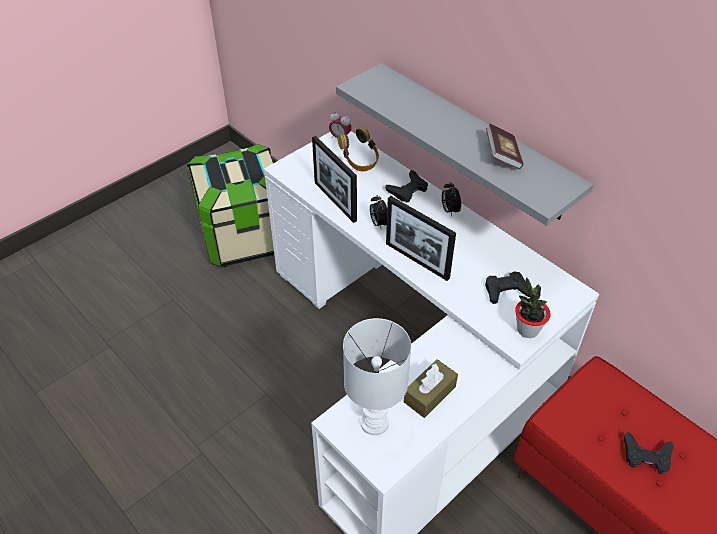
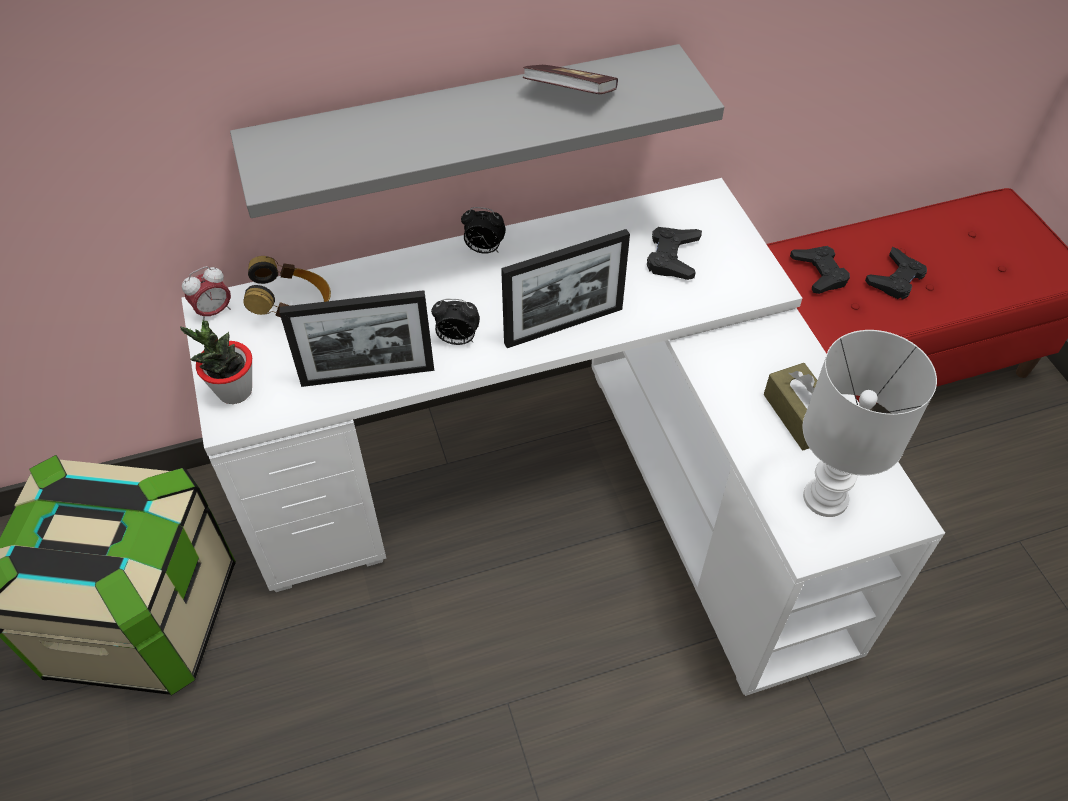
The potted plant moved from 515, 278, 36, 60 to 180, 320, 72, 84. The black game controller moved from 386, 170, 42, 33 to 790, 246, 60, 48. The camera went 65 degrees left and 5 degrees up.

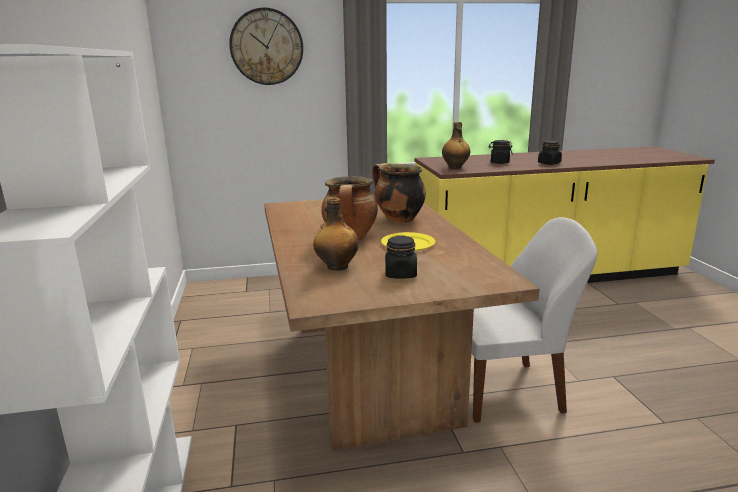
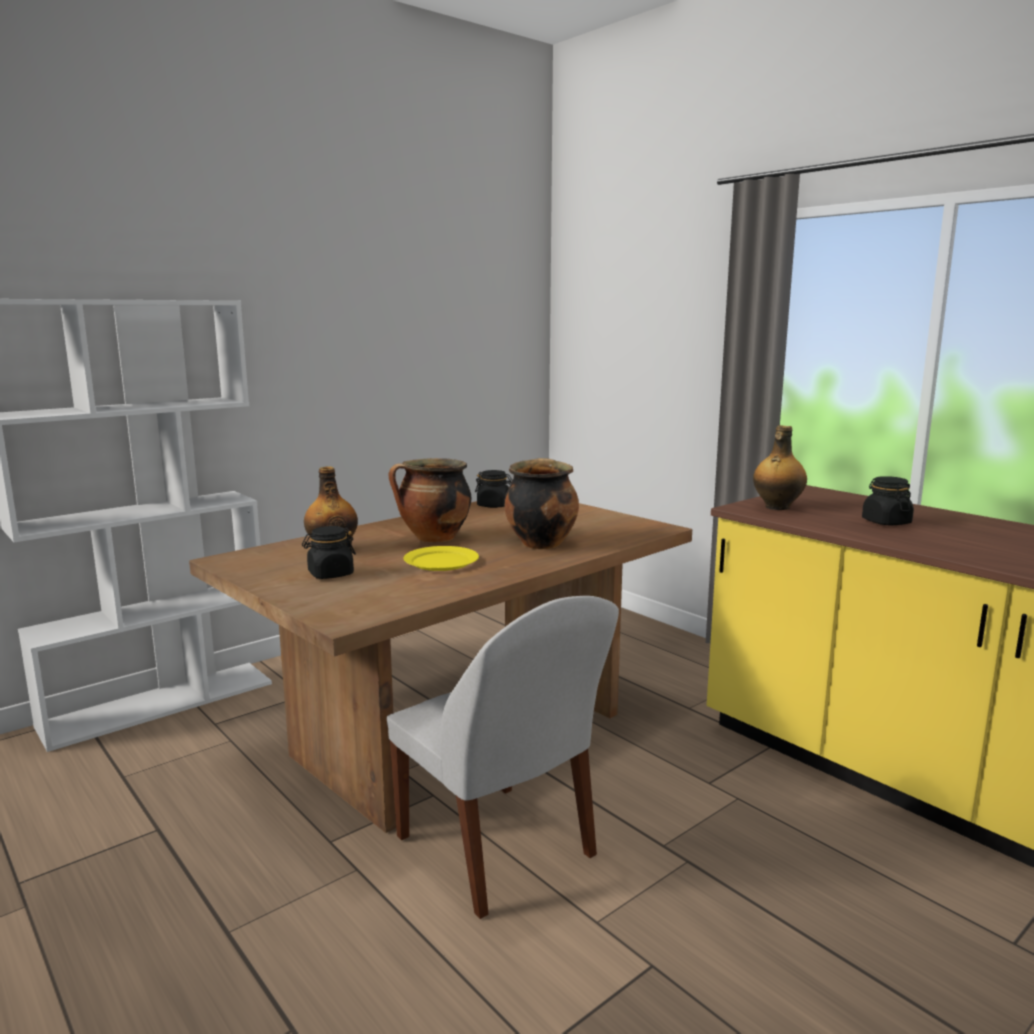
The black jar moved from 538, 141, 24, 24 to 475, 470, 37, 38. The wall clock at 229, 7, 74, 78 disappeared. The camera went 60 degrees right and 5 degrees down.

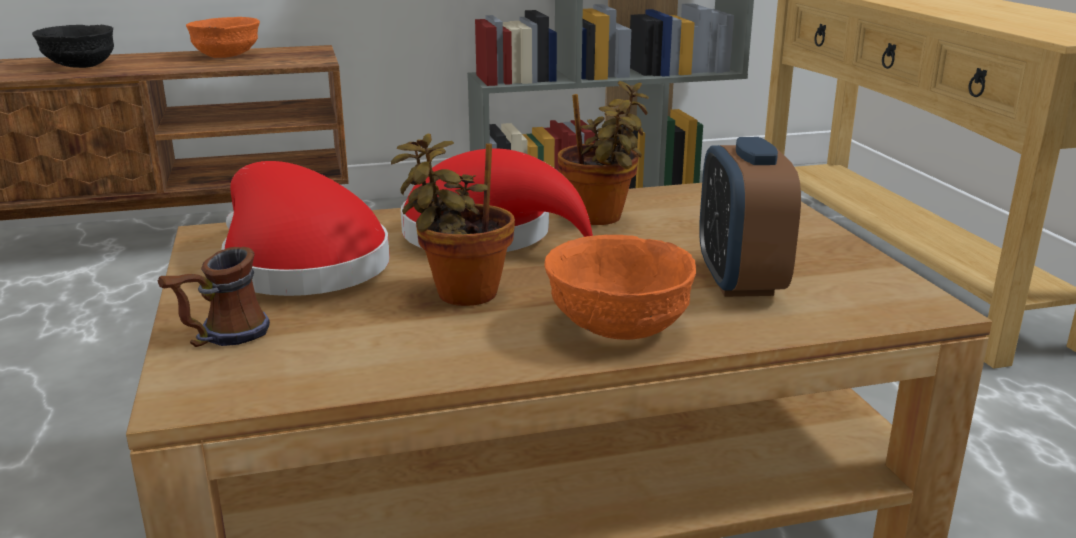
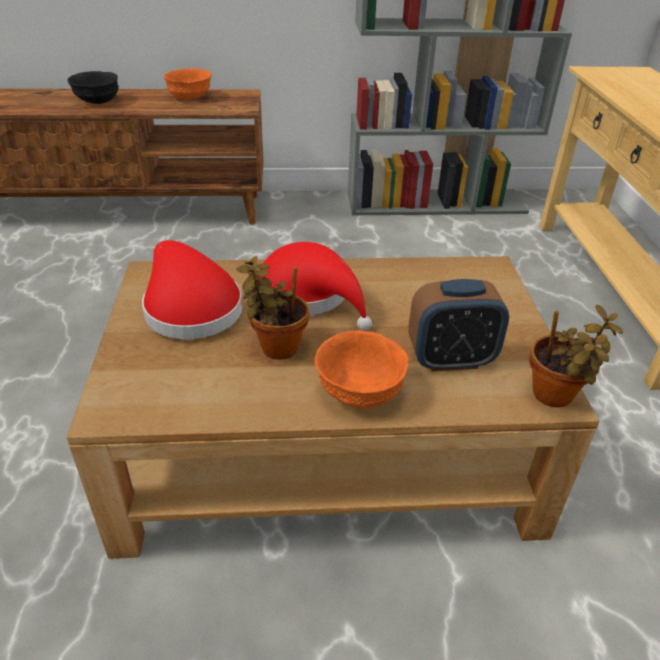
The alarm clock at 699, 137, 102, 160 turned 105 degrees counterclockwise. The potted plant moved from 558, 81, 91, 144 to 529, 305, 94, 102. The mug at 158, 247, 112, 100 disappeared. The camera went 10 degrees right and 15 degrees up.

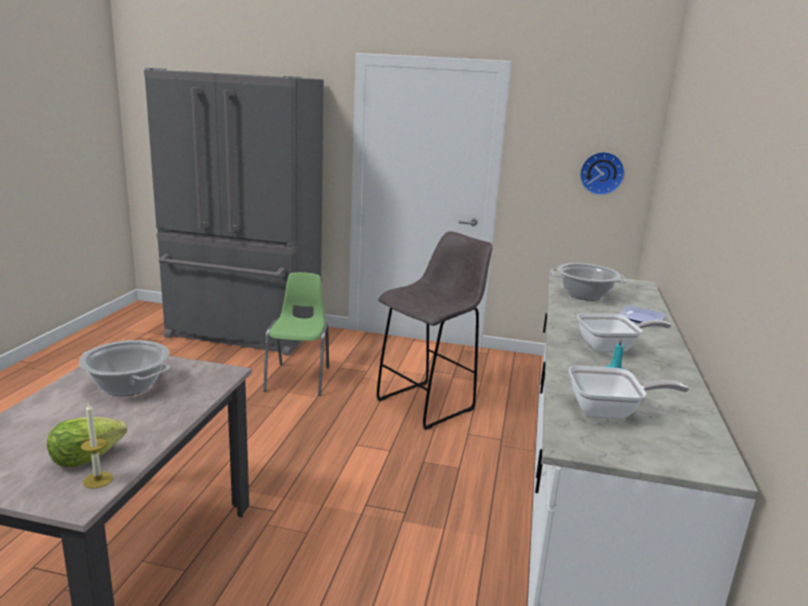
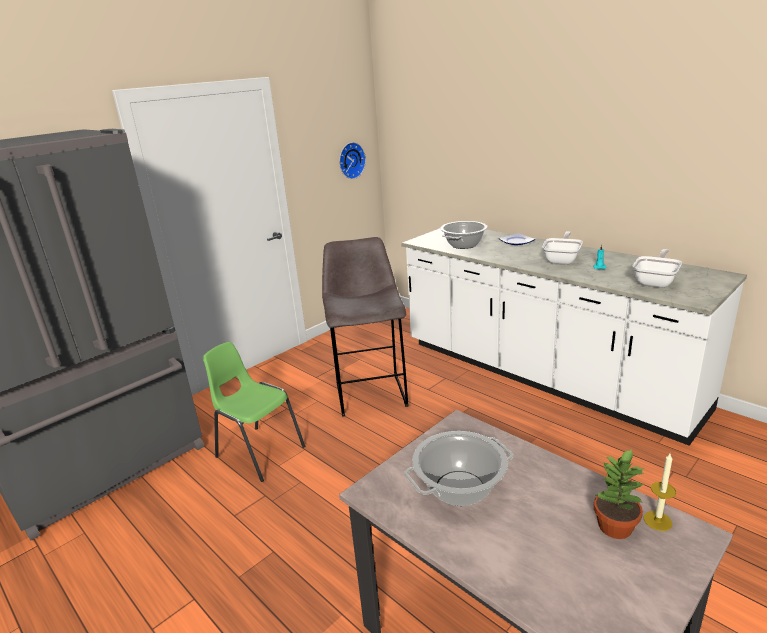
The lettuce at 47, 417, 80, 50 was replaced by the potted plant at 594, 449, 50, 90. The camera went 55 degrees left and 5 degrees up.

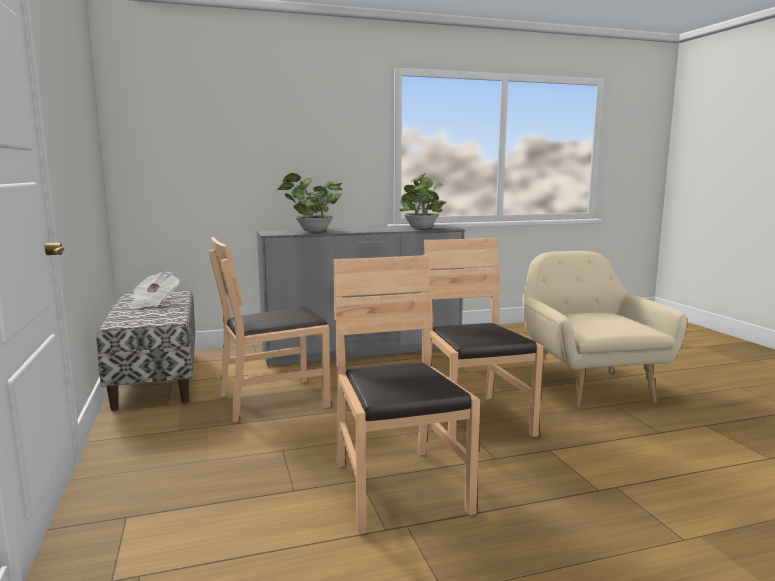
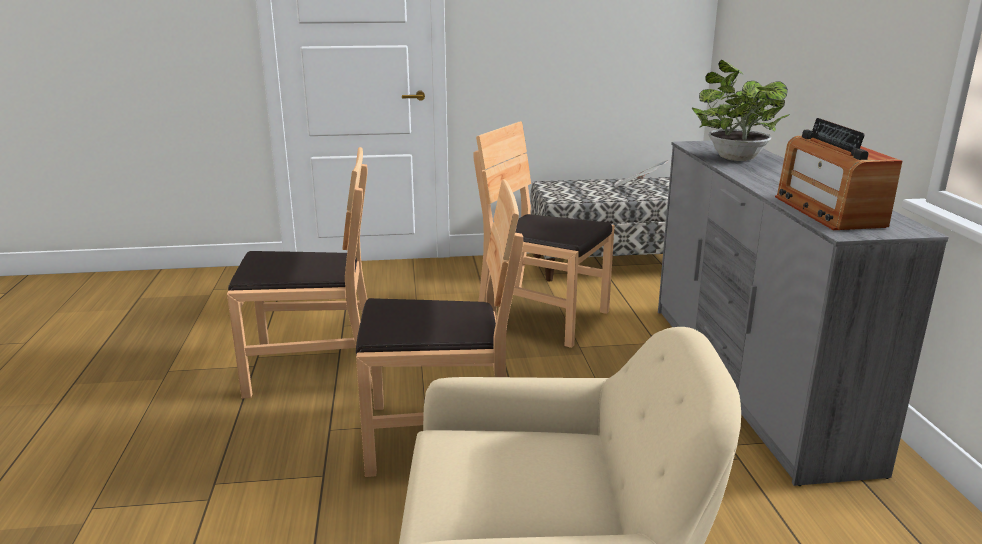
The brown chair at 209, 237, 122, 185 turned 45 degrees counterclockwise. The potted plant at 400, 173, 46, 56 was replaced by the radio at 775, 118, 127, 112. The camera went 100 degrees right and 10 degrees up.

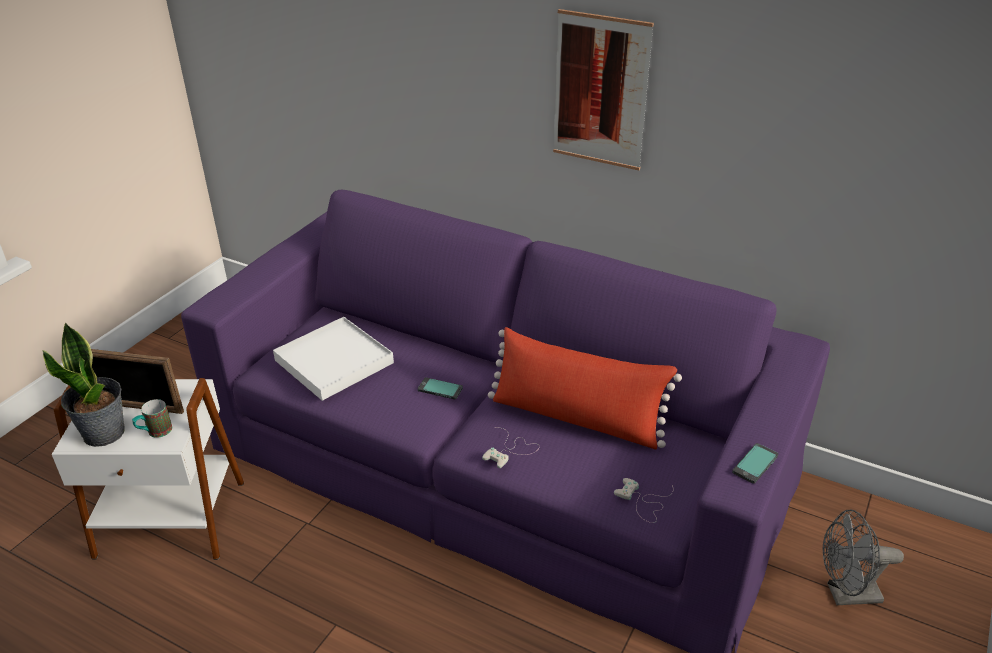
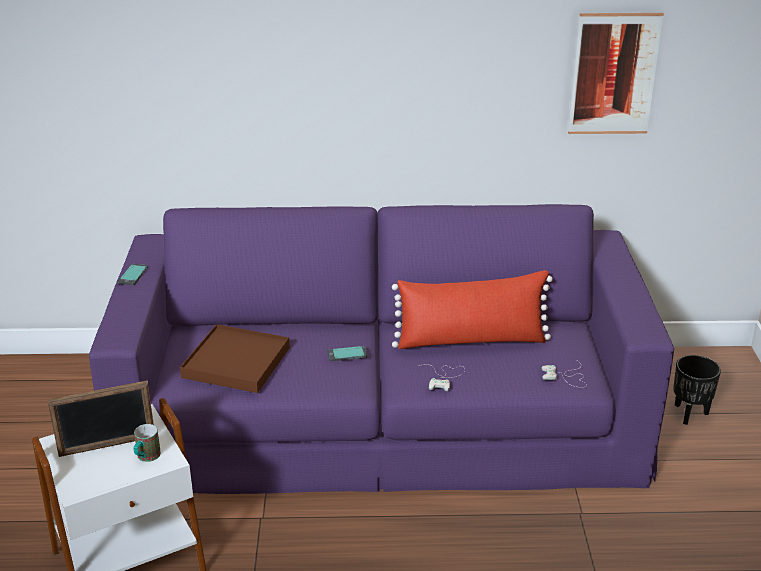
The phone moved from 732, 443, 46, 41 to 118, 264, 30, 21. The white tray at 273, 317, 121, 84 became the brown tray at 180, 324, 110, 69. The picture moved from 553, 9, 101, 162 to 568, 13, 96, 121. The grey fan at 822, 509, 82, 96 was replaced by the black planter at 673, 355, 48, 70. The potted plant at 42, 322, 83, 125 disappeared. The camera went 30 degrees left and 5 degrees down.

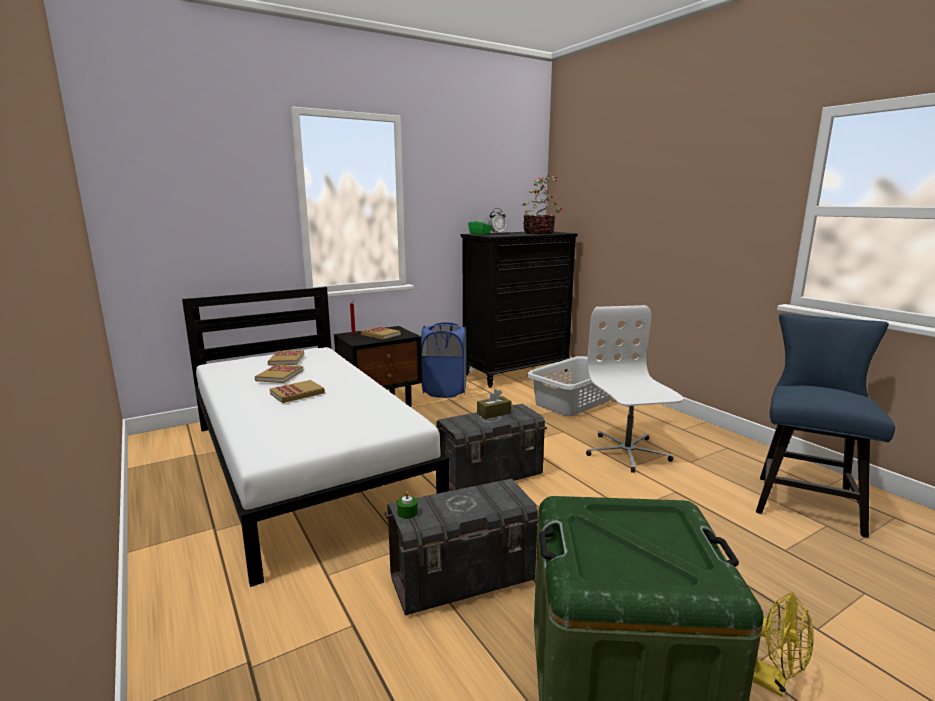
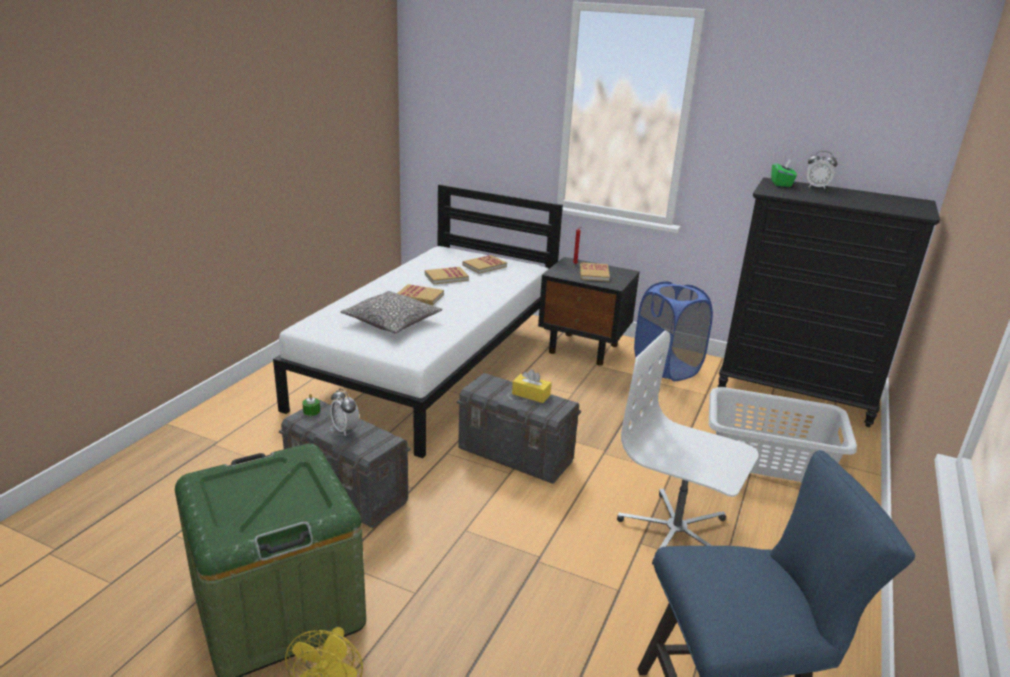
The alarm clock at 330, 388, 30, 48 appeared. The pillow at 340, 291, 102, 42 appeared. The brown tissue box at 477, 389, 34, 30 became the yellow tissue box at 512, 369, 39, 34. The white office chair at 586, 305, 97, 168 turned 105 degrees counterclockwise. The potted plant at 523, 175, 39, 59 disappeared. The camera went 55 degrees right and 10 degrees up.

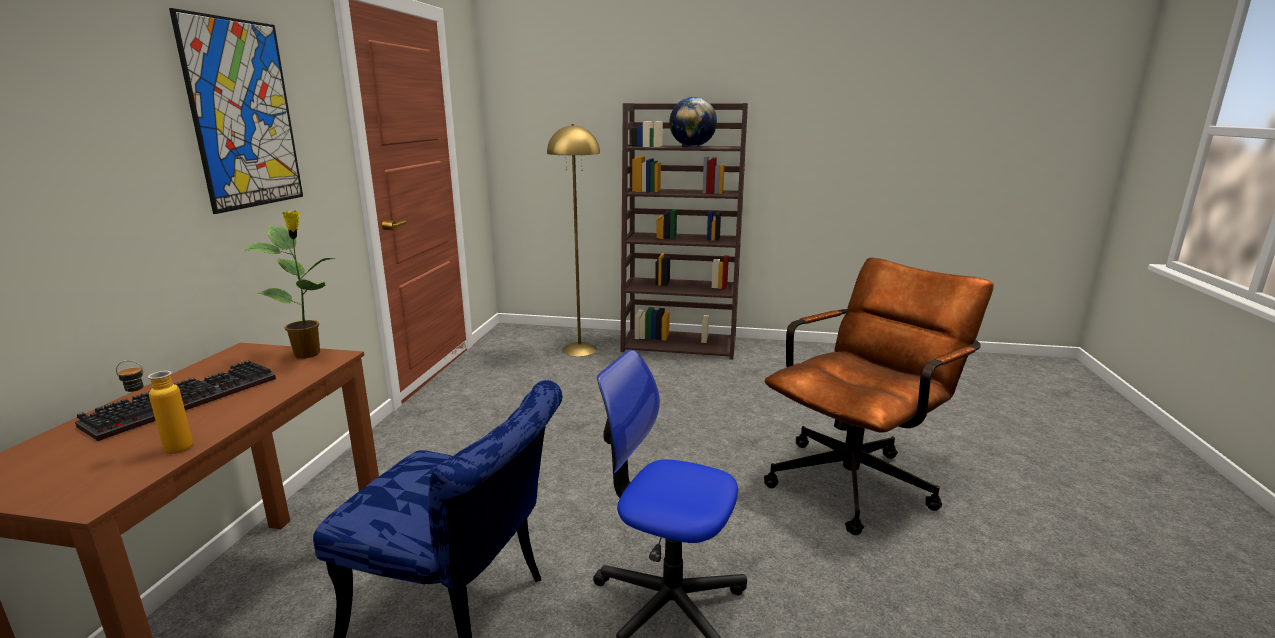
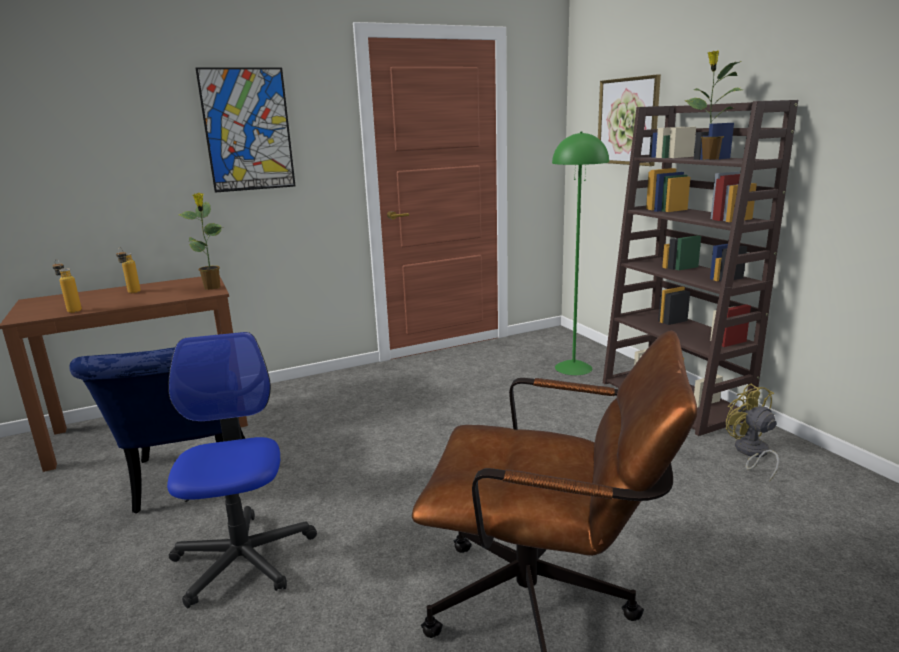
The keyboard at 75, 360, 201, 81 was replaced by the bottle at 116, 248, 25, 45. The yellow floor lamp at 547, 124, 53, 232 became the green floor lamp at 552, 131, 57, 244. The picture at 598, 74, 63, 92 appeared. The globe at 669, 97, 48, 50 was replaced by the potted plant at 684, 50, 59, 110. The yellow fan at 726, 384, 54, 97 appeared. The camera went 55 degrees right and 0 degrees up.

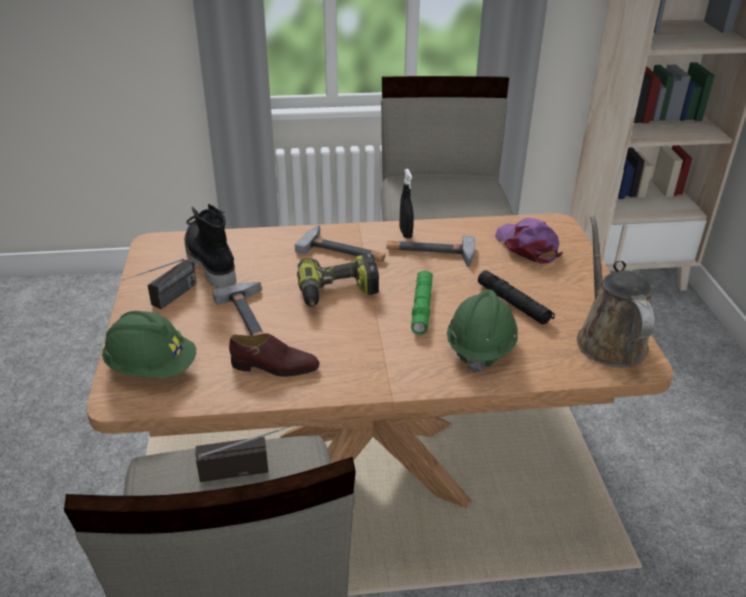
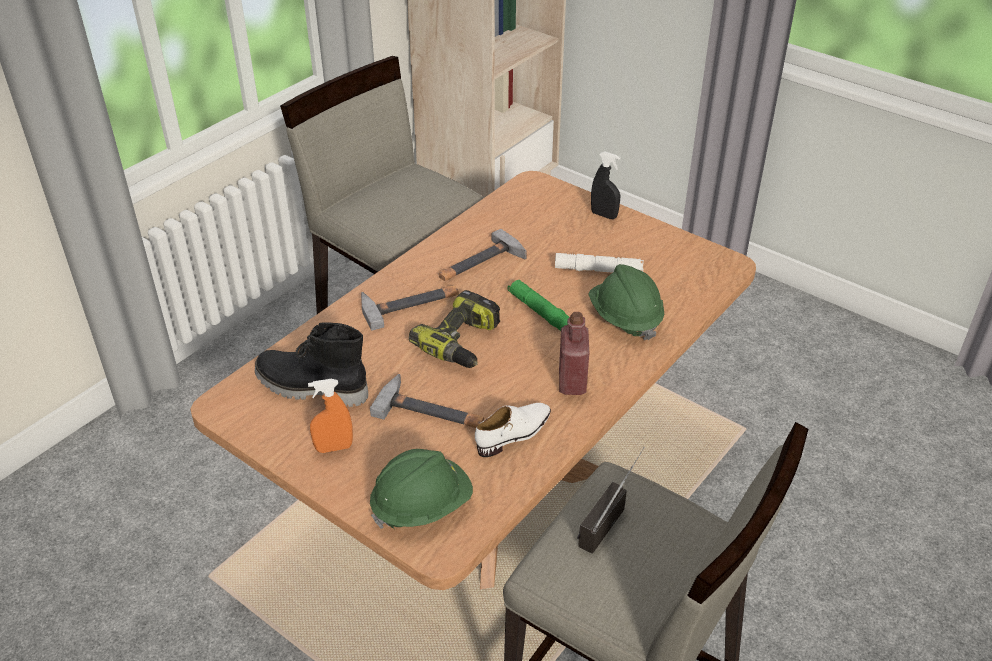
The radio at 122, 259, 75, 50 was replaced by the orange spray bottle at 308, 379, 45, 74. The brown shoe at 229, 333, 91, 44 became the white shoe at 475, 403, 76, 54. The black flashlight at 478, 270, 77, 55 became the white flashlight at 555, 253, 89, 20. The red bottle at 559, 312, 30, 83 appeared. The black spray bottle moved from 400, 169, 13, 70 to 591, 151, 29, 68. The purple cap at 495, 218, 68, 46 disappeared. The brown watering can at 577, 216, 78, 152 disappeared. The camera went 45 degrees left and 5 degrees up.

